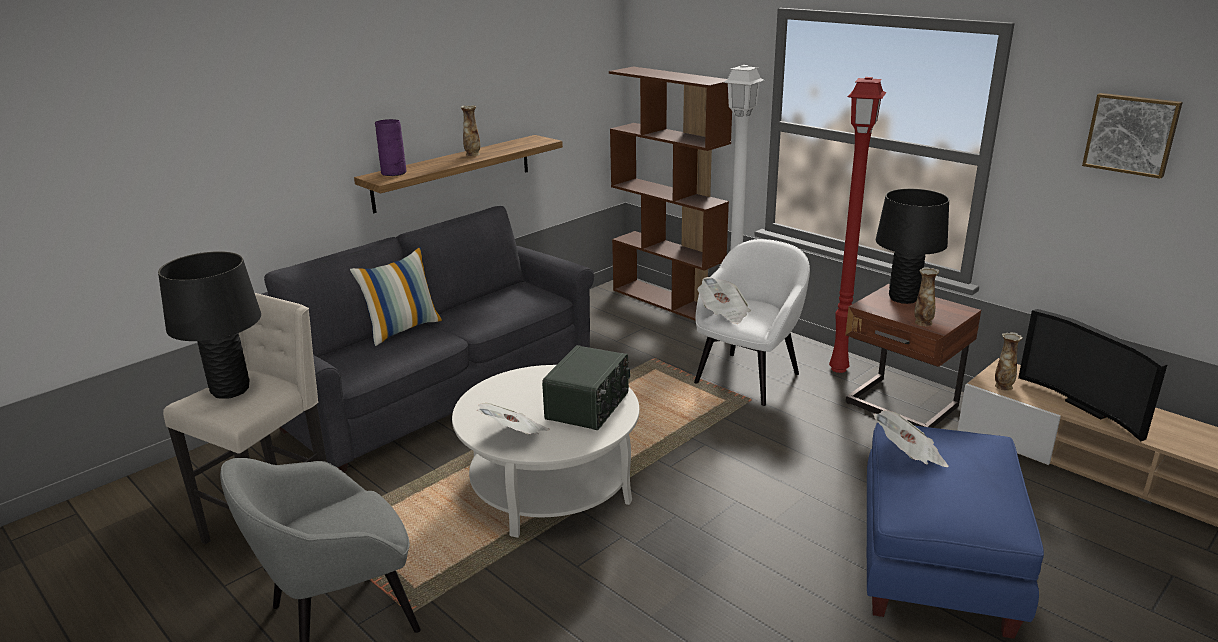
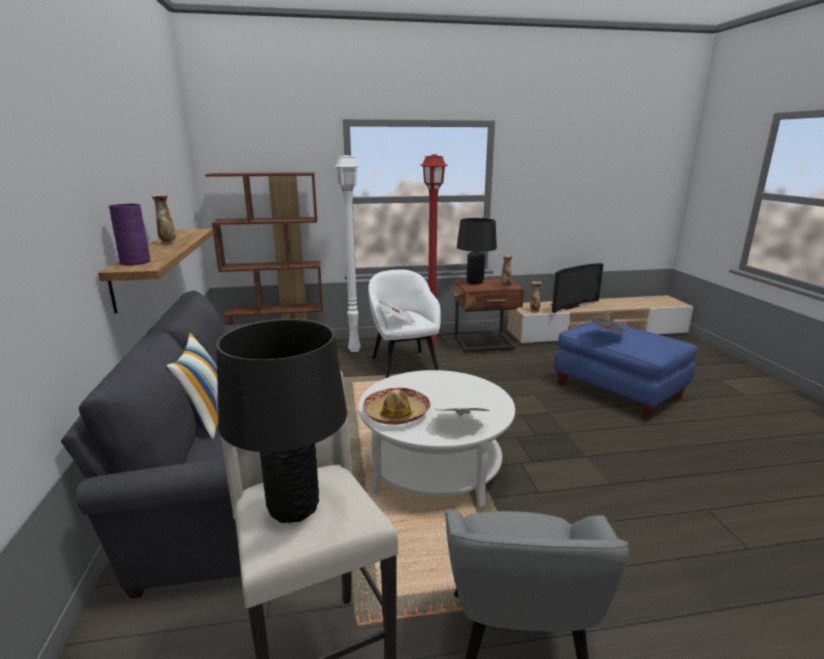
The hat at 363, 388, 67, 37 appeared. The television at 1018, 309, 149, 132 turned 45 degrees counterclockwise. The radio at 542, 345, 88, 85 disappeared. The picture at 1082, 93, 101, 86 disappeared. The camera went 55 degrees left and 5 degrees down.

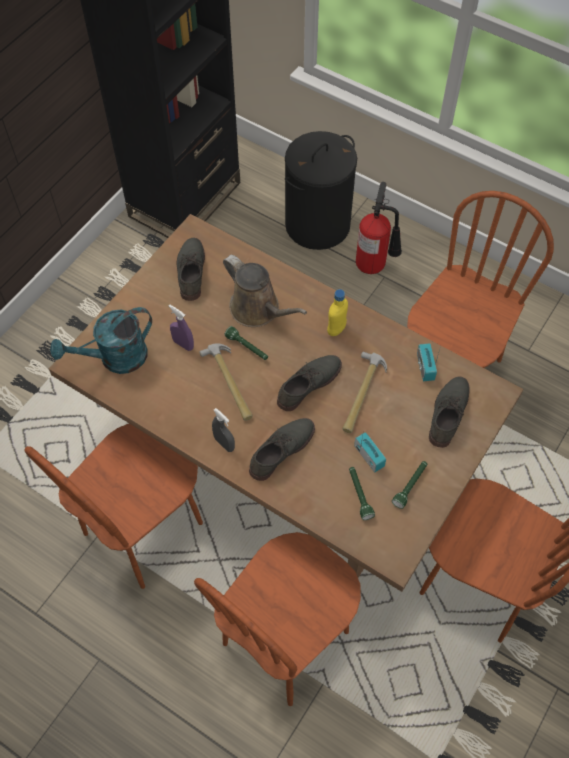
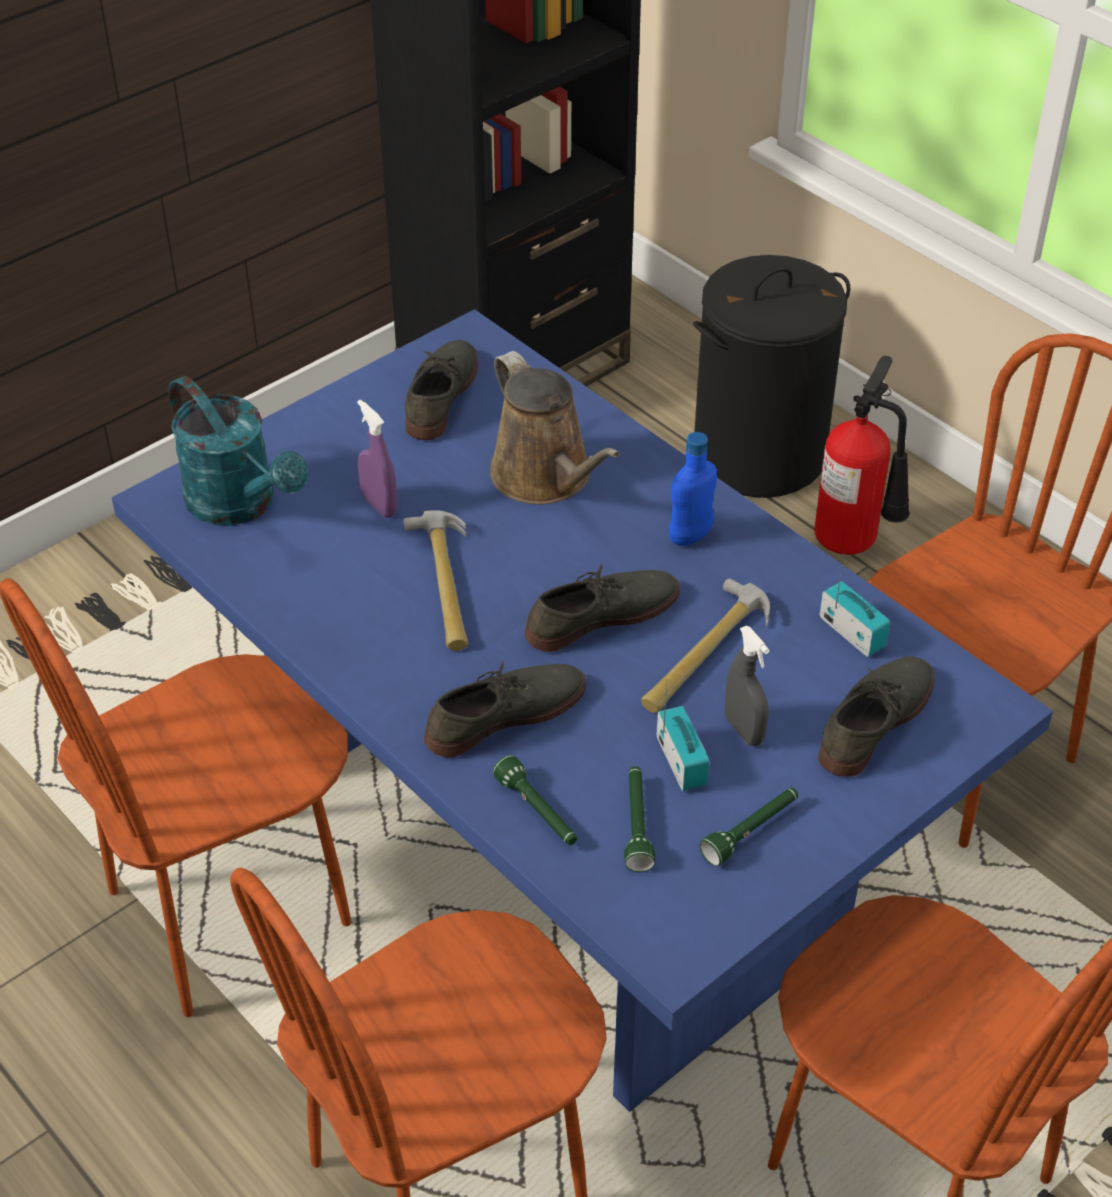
The brown dining table at 49, 214, 475, 378 became the blue dining table at 112, 309, 941, 803. The turquoise watering can at 50, 307, 102, 67 turned 120 degrees counterclockwise. The green flashlight moved from 224, 326, 44, 34 to 493, 755, 84, 90. The yellow bottle at 327, 289, 21, 47 became the blue bottle at 669, 432, 48, 114. The grey spray bottle moved from 212, 408, 23, 44 to 725, 626, 44, 120. The radio at 417, 343, 23, 38 turned 135 degrees clockwise. The camera went 15 degrees right and 15 degrees down.

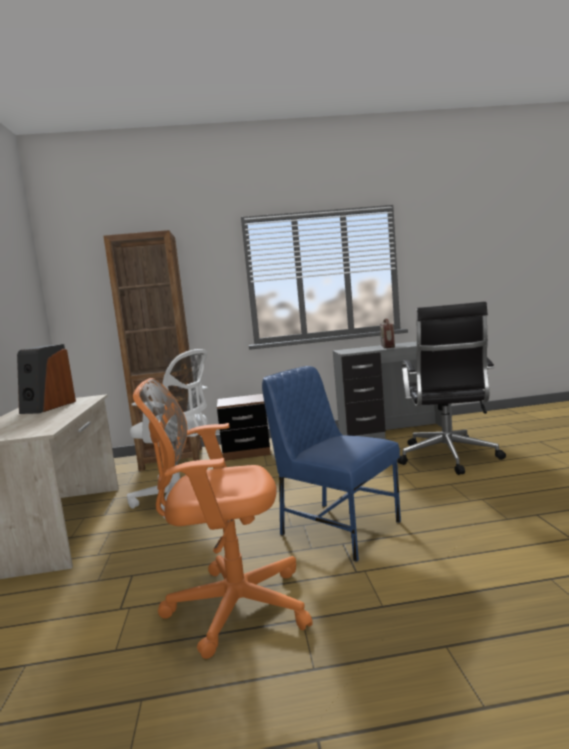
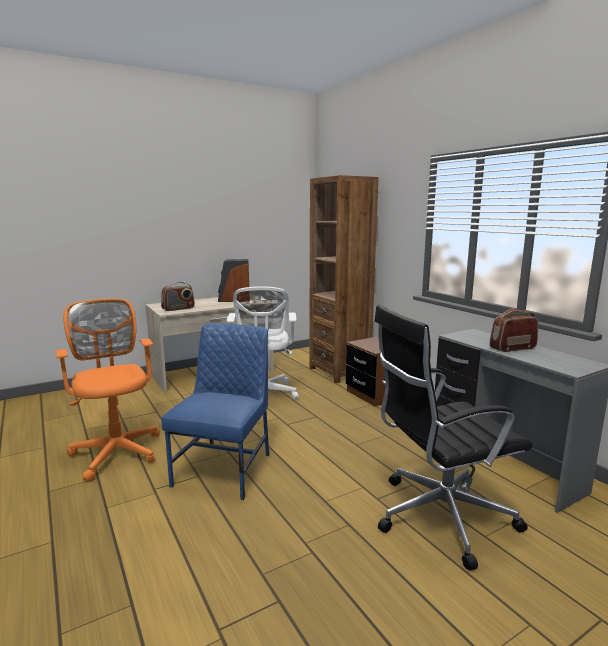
The radio at 161, 282, 34, 29 appeared. The camera went 65 degrees right and 5 degrees up.

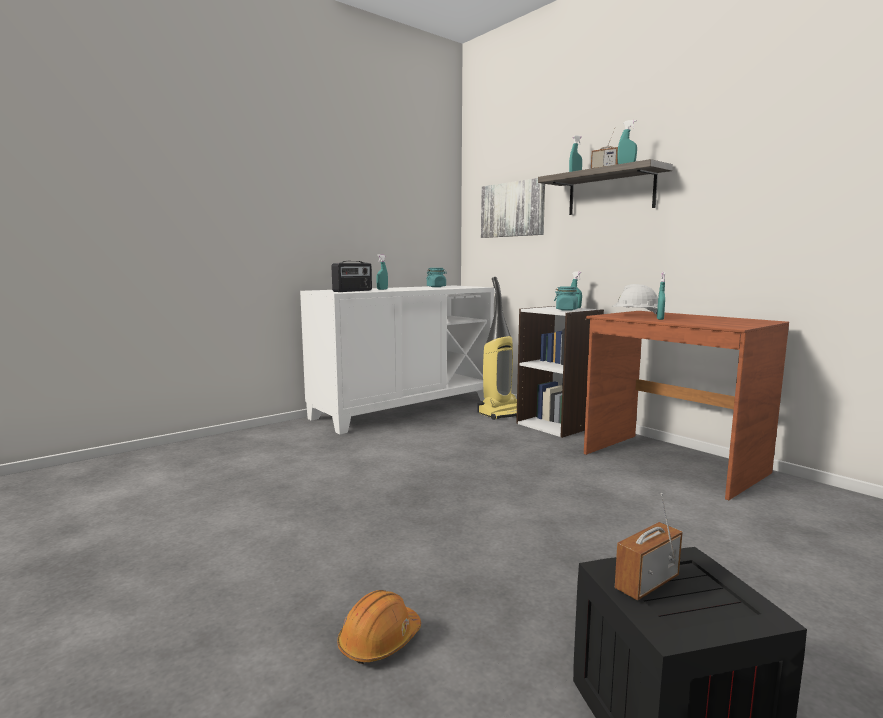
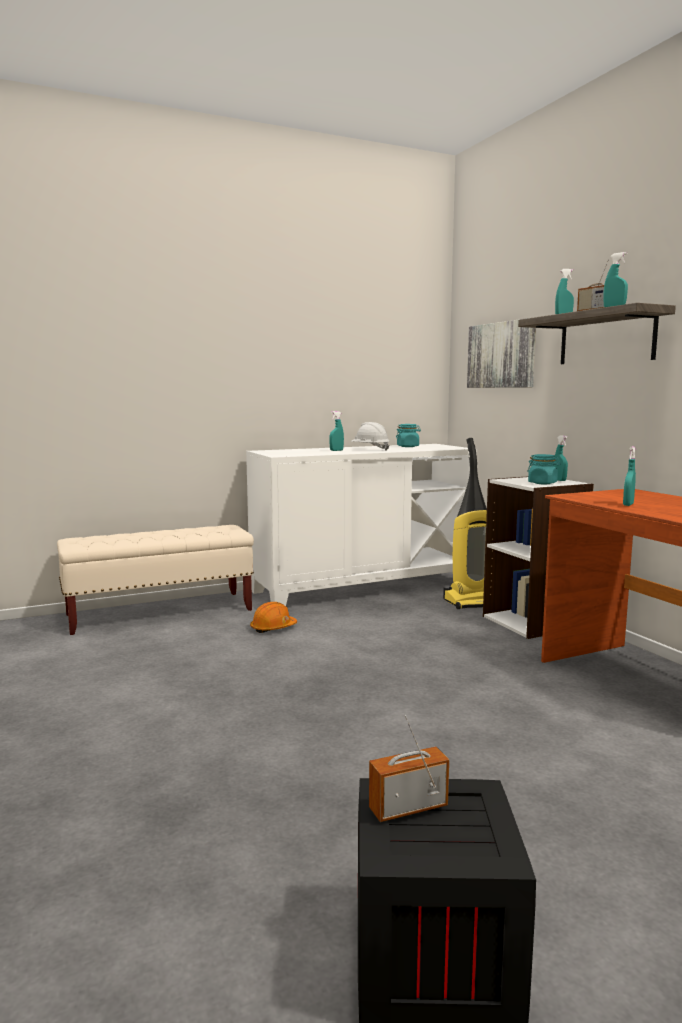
The beige bench at 57, 525, 197, 110 appeared. The orange hard hat moved from 337, 590, 84, 74 to 250, 602, 47, 31. The white hard hat moved from 612, 284, 46, 32 to 350, 422, 40, 29. The radio at 331, 261, 41, 31 disappeared. The camera went 15 degrees right and 0 degrees up.

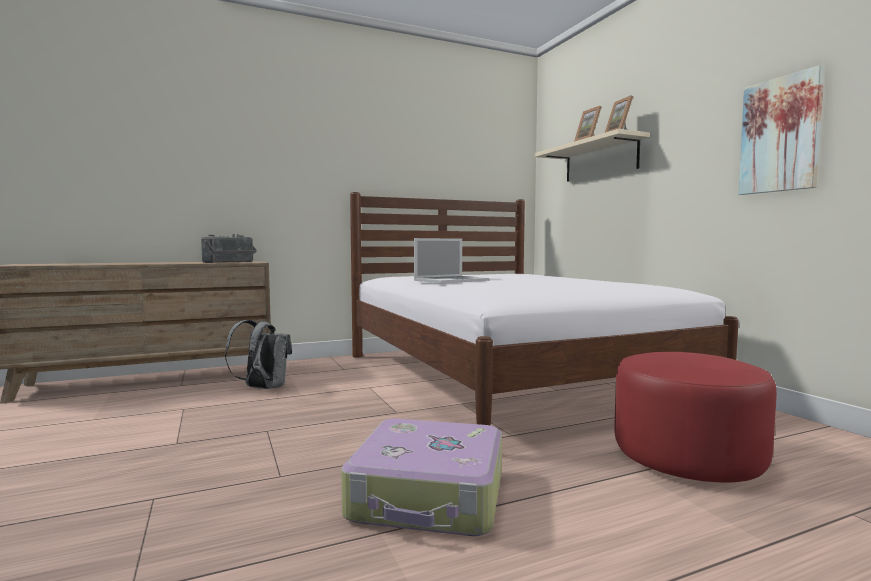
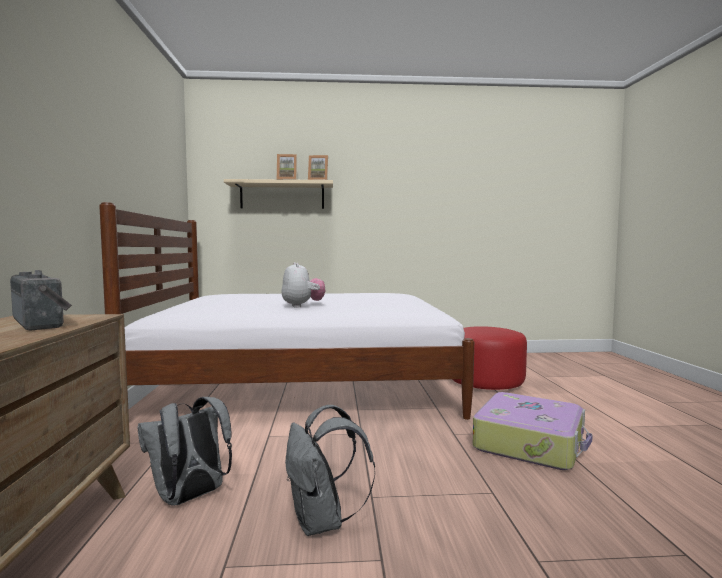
The laptop at 414, 238, 76, 45 was replaced by the plush toy at 282, 262, 43, 46. The grey backpack at 285, 405, 90, 131 appeared. The picture at 739, 65, 86, 130 disappeared. The camera went 70 degrees left and 0 degrees up.

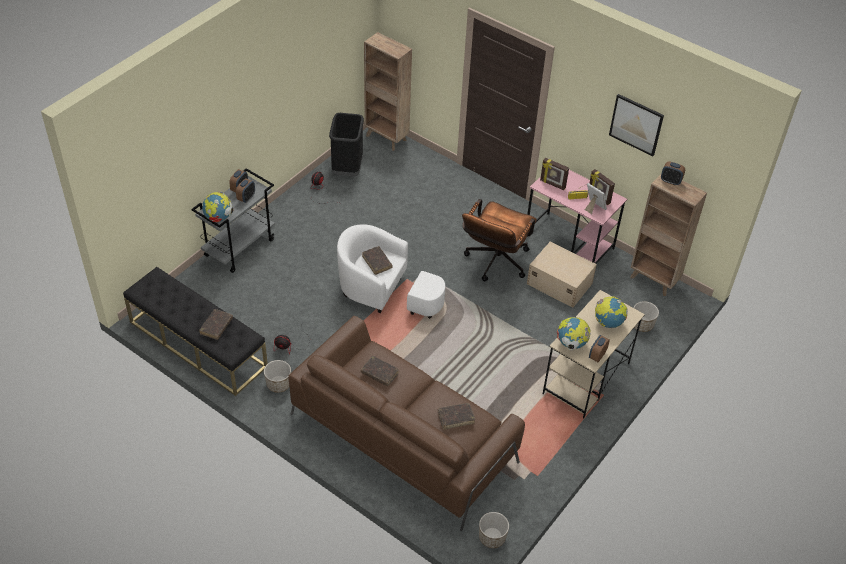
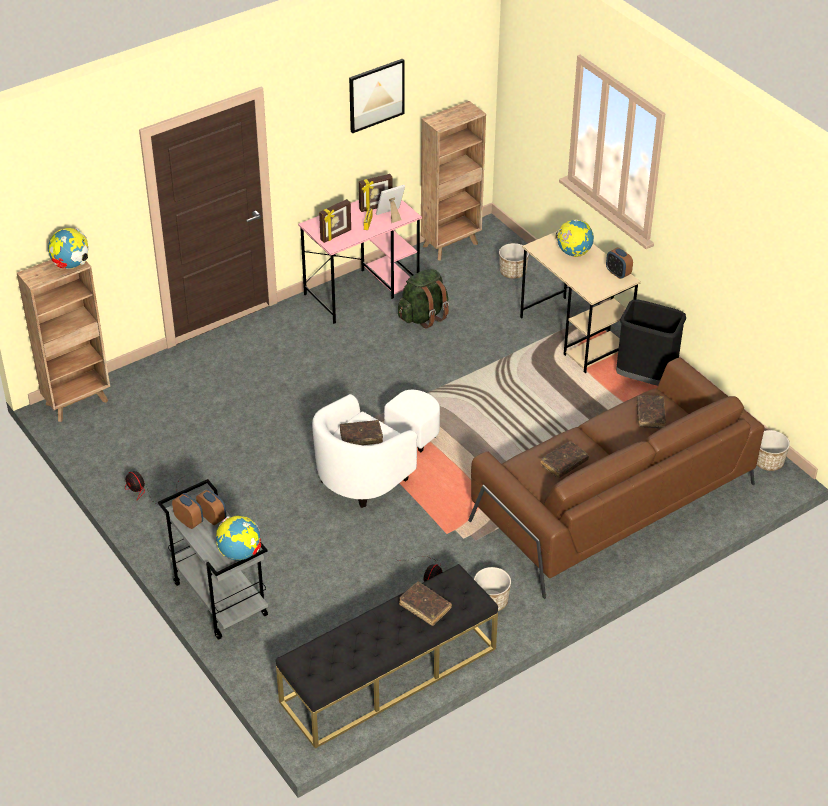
The globe moved from 557, 317, 34, 33 to 48, 228, 40, 41. The beige storage box at 527, 242, 70, 66 was replaced by the green backpack at 398, 269, 51, 60. The black trash can moved from 329, 113, 35, 63 to 616, 300, 70, 86. The brown office chair at 462, 199, 75, 82 disappeared. The alarm clock at 661, 161, 24, 24 disappeared. The camera went 70 degrees left and 5 degrees down.

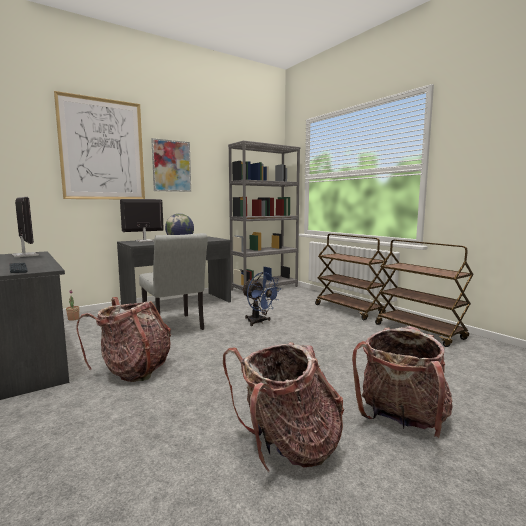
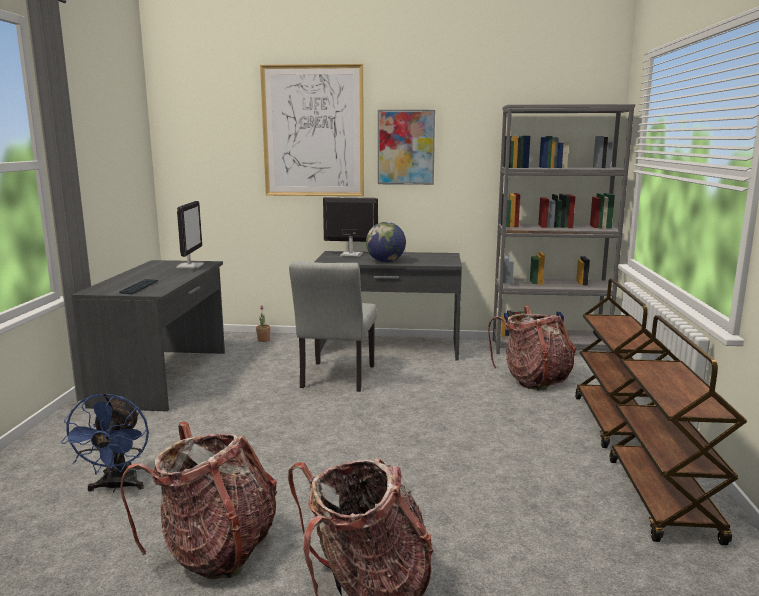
The blue fan moved from 241, 272, 40, 54 to 60, 393, 89, 99. The backpack moved from 77, 297, 94, 85 to 488, 305, 88, 86. The camera went 40 degrees right and 5 degrees up.

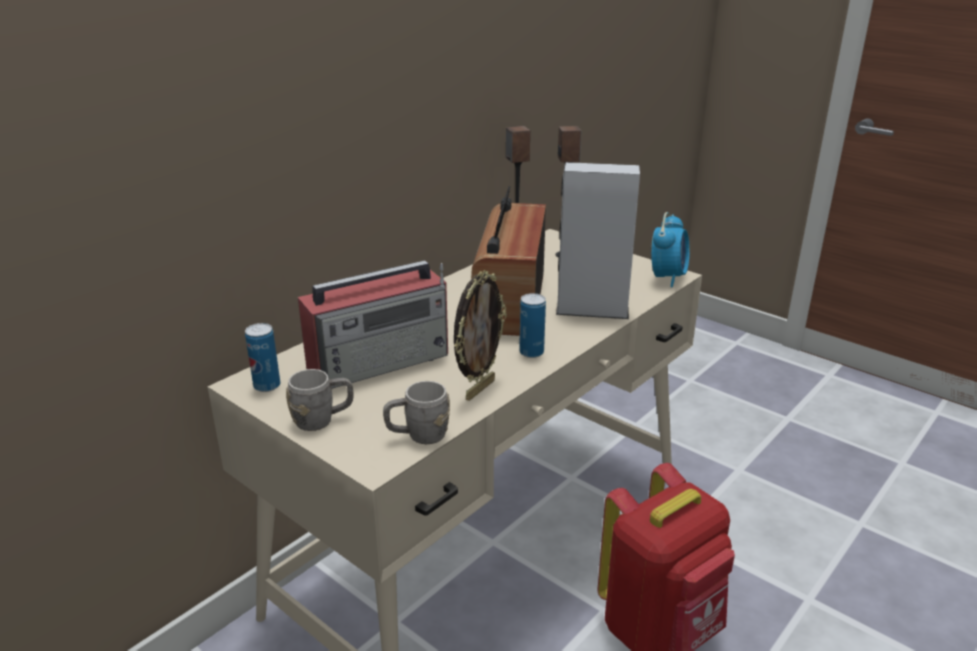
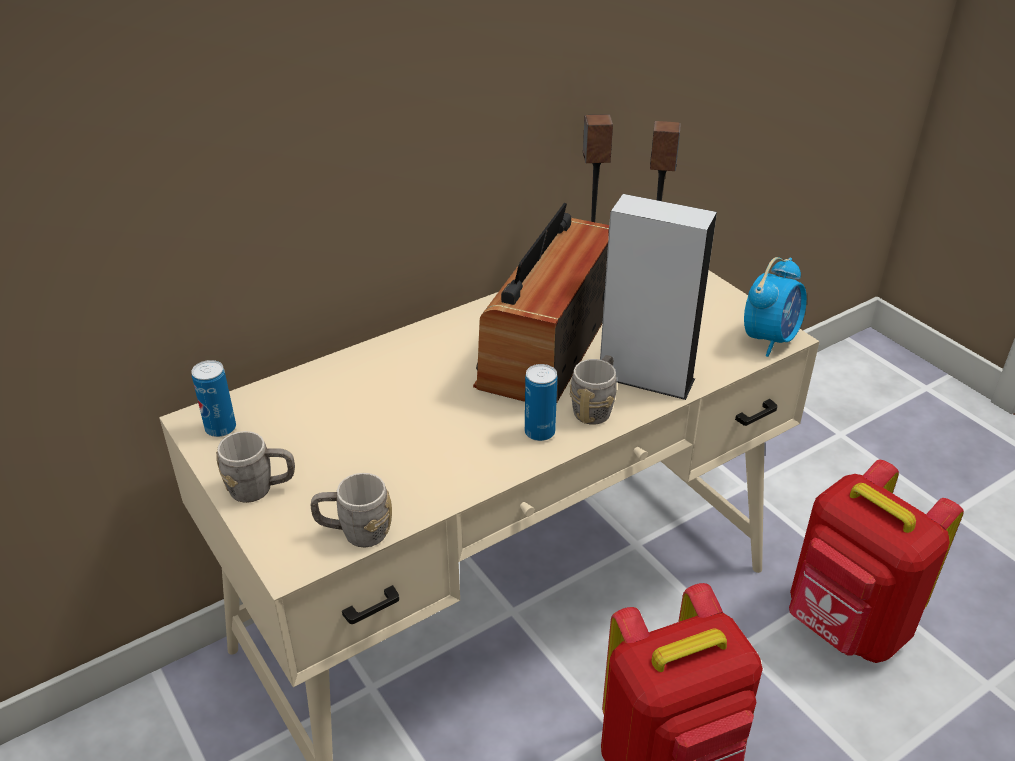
The grey mug at 570, 355, 47, 70 appeared. The red backpack at 789, 460, 175, 203 appeared. The radio at 298, 260, 150, 129 disappeared. The picture frame at 454, 270, 53, 131 disappeared. The camera went 15 degrees right and 10 degrees up.

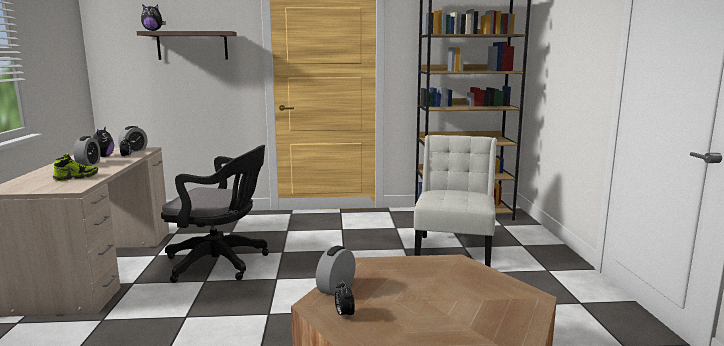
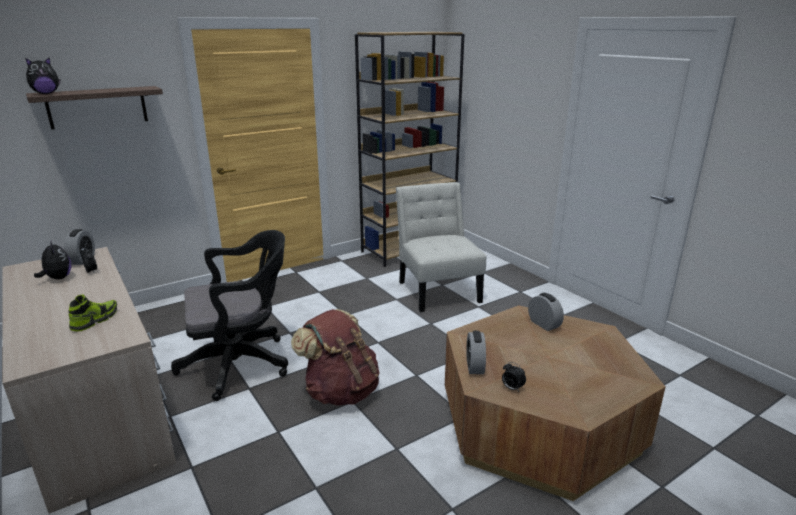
The brown backpack at 291, 309, 88, 97 appeared. The alarm clock moved from 74, 136, 27, 30 to 528, 293, 36, 38. The camera went 30 degrees left and 10 degrees up.

